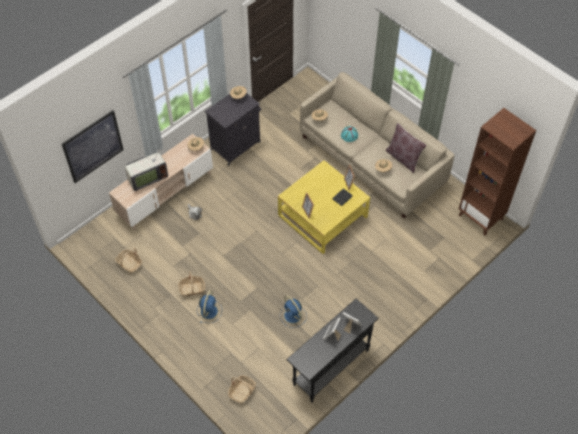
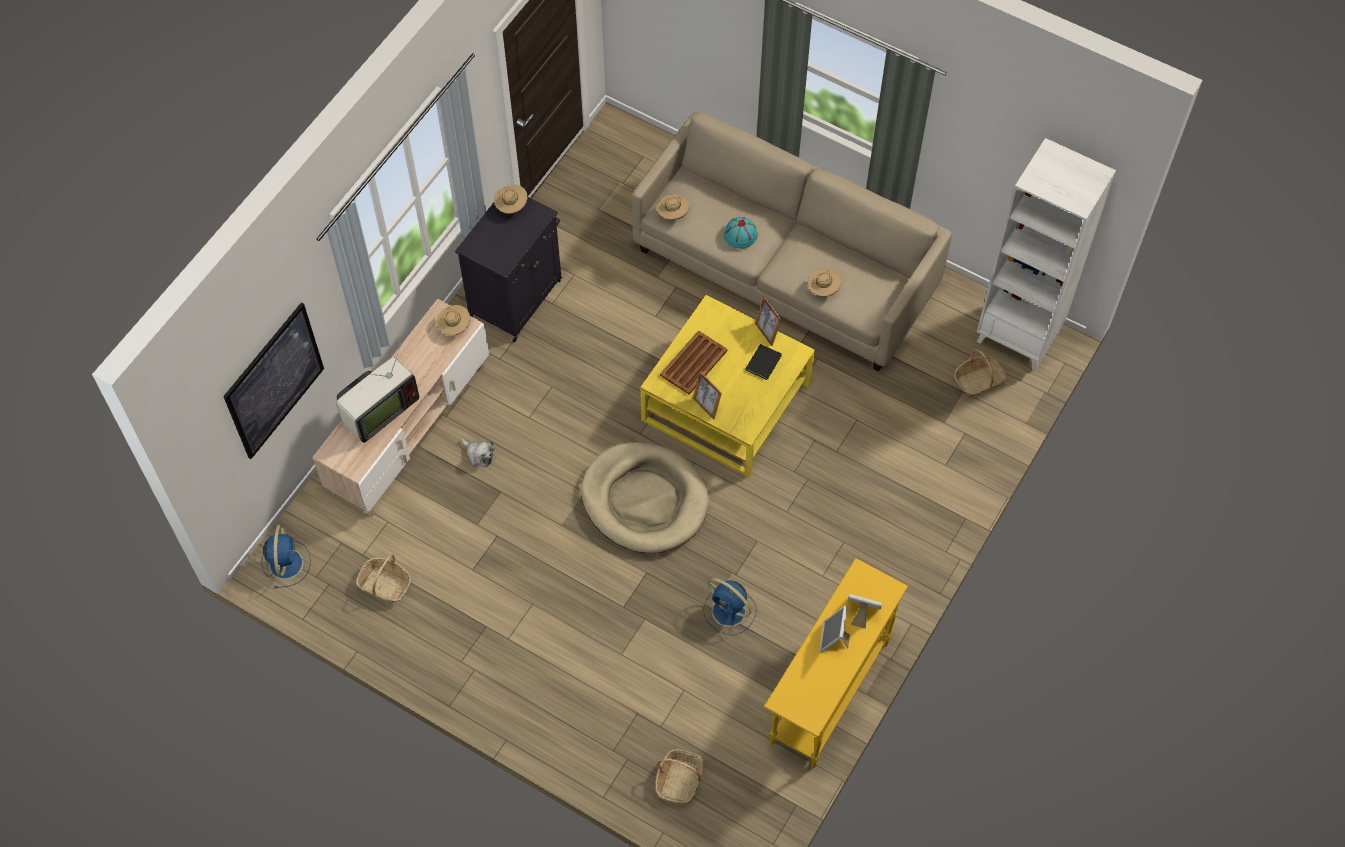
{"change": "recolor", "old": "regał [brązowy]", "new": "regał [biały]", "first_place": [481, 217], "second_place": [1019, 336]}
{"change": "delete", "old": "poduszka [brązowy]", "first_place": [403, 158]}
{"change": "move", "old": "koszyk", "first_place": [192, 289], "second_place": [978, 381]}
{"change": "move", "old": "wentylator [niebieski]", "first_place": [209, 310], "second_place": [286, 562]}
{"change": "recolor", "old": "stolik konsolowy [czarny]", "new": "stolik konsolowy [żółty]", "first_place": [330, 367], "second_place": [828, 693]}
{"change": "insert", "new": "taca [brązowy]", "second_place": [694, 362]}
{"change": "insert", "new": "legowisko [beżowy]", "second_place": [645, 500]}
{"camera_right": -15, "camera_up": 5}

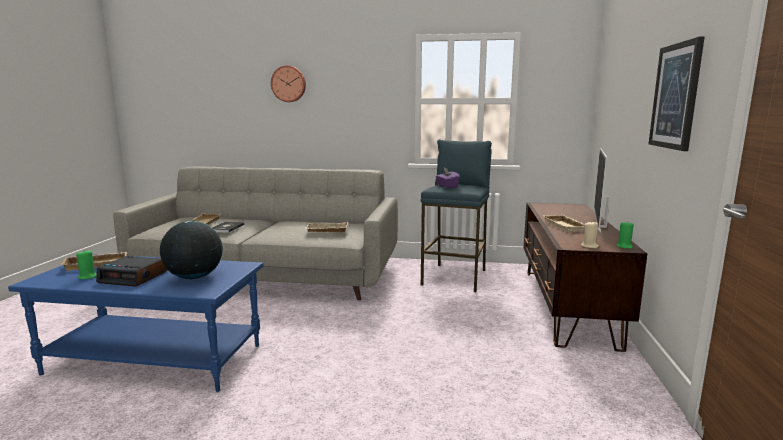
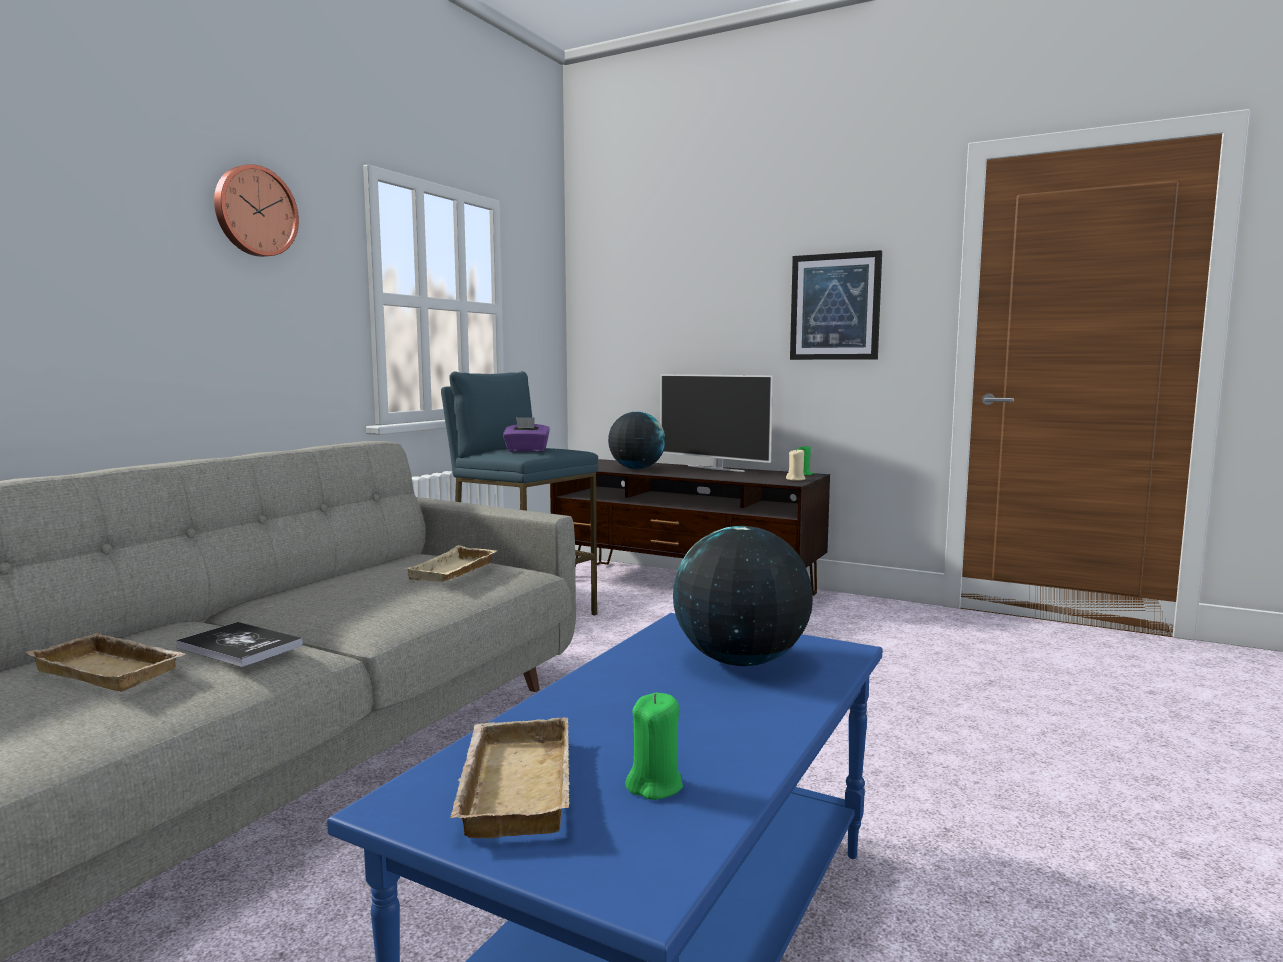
{"change": "move", "old": "zegar ścienny", "first_place": [289, 84], "second_place": [254, 211]}
{"change": "delete", "old": "taca [beżowy]", "first_place": [566, 226]}
{"change": "delete", "old": "budzik", "first_place": [134, 277]}
{"change": "insert", "new": "globus", "second_place": [636, 468]}
{"camera_right": -70, "camera_up": -5}

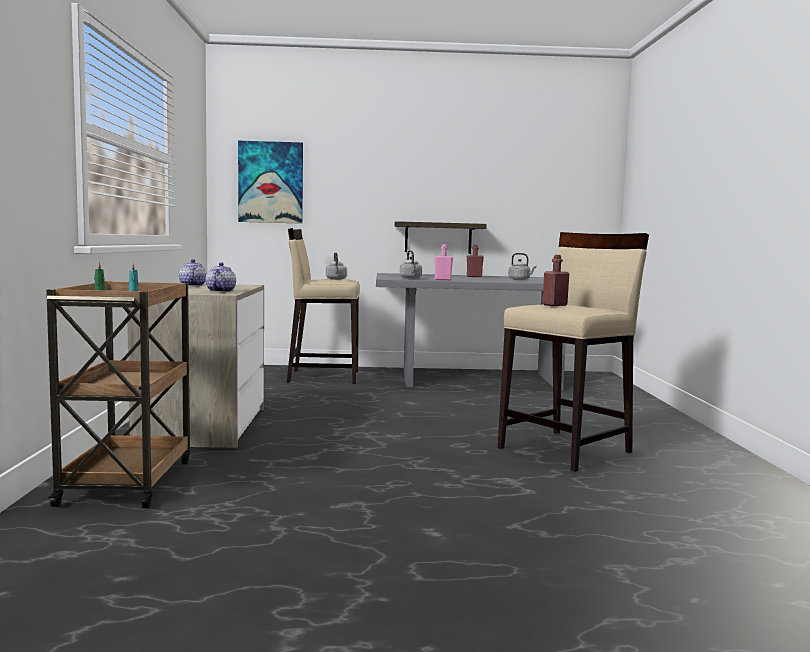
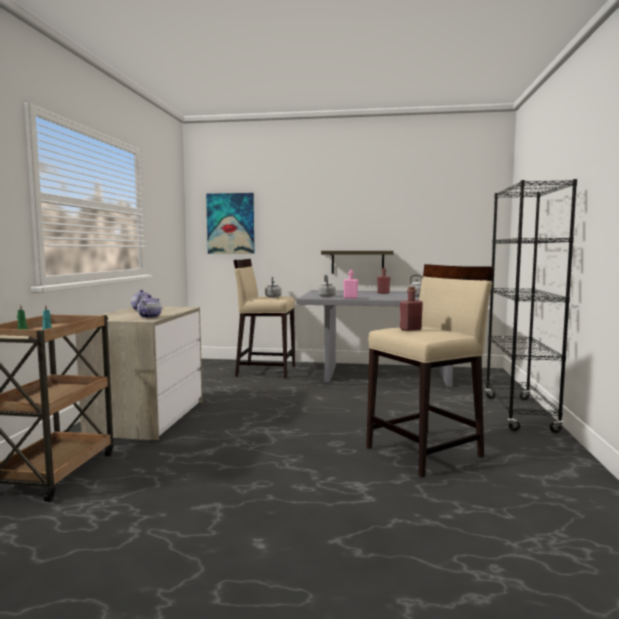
{"change": "insert", "new": "regał [czarny]", "second_place": [519, 414]}
{"camera_right": 10, "camera_up": 0}

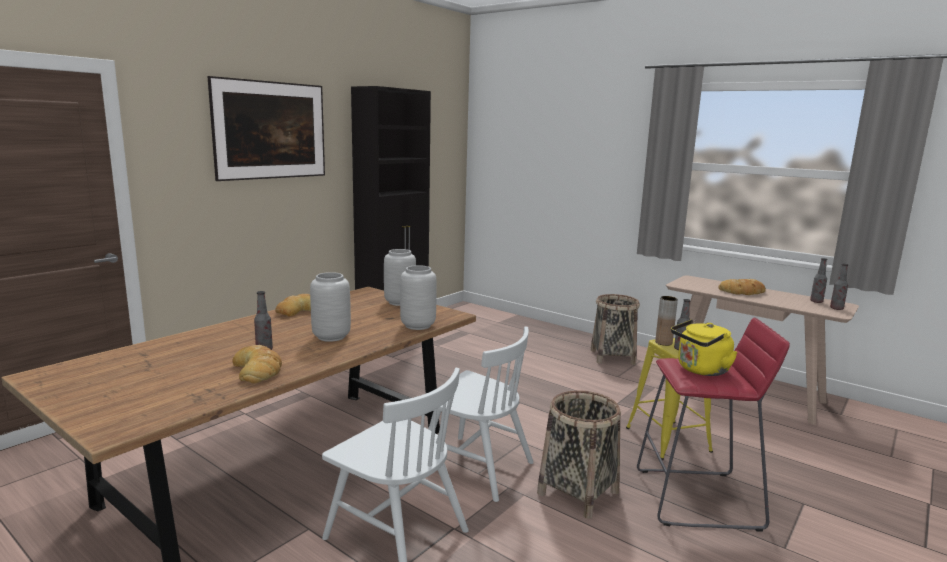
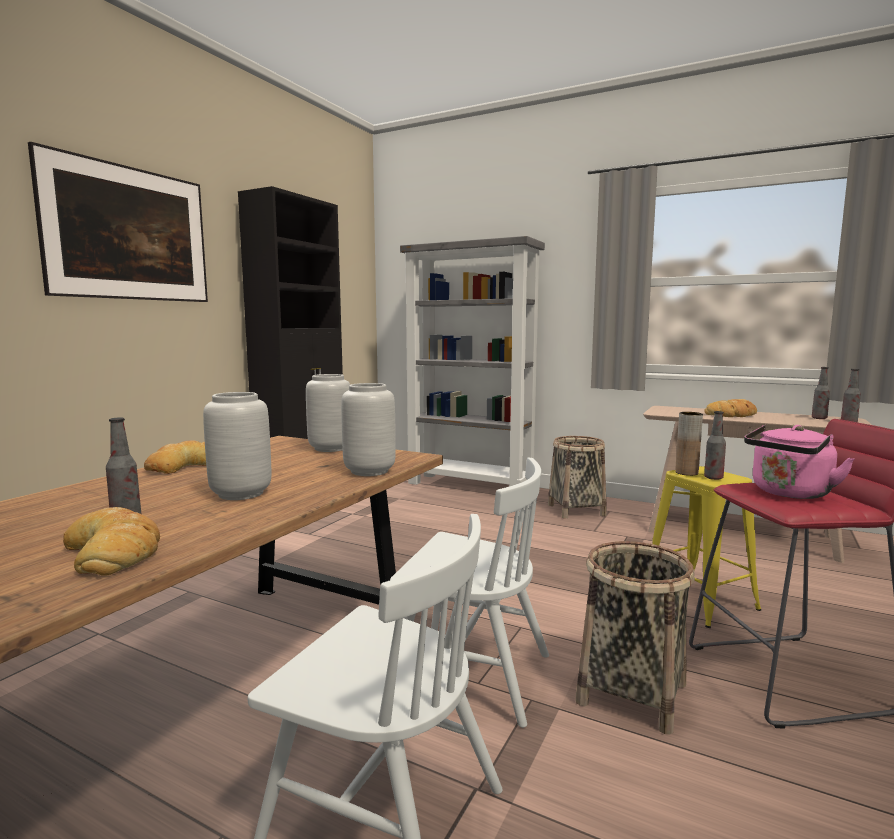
{"change": "recolor", "old": "czajnik [żółty]", "new": "czajnik [różowy]", "first_place": [700, 370], "second_place": [789, 493]}
{"change": "insert", "new": "regał [szary]", "second_place": [471, 486]}
{"camera_right": -10, "camera_up": -5}

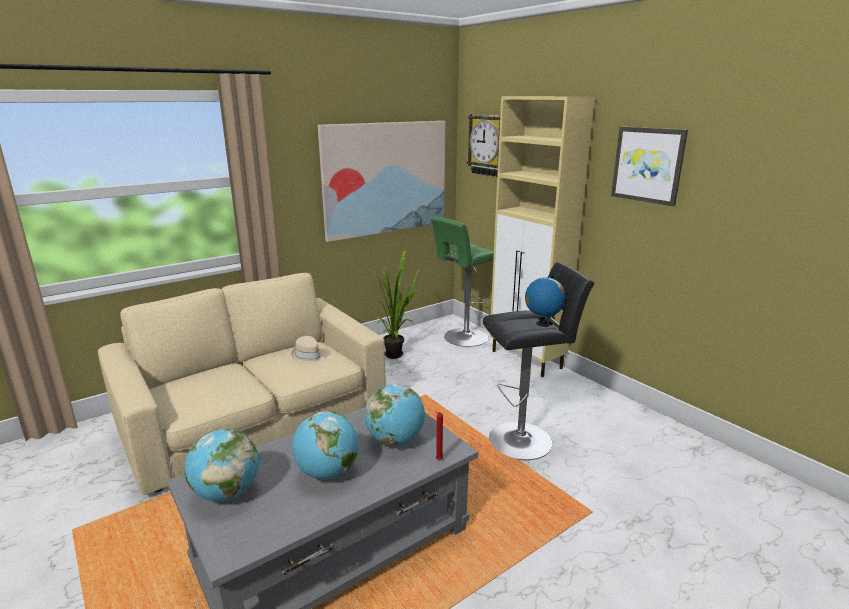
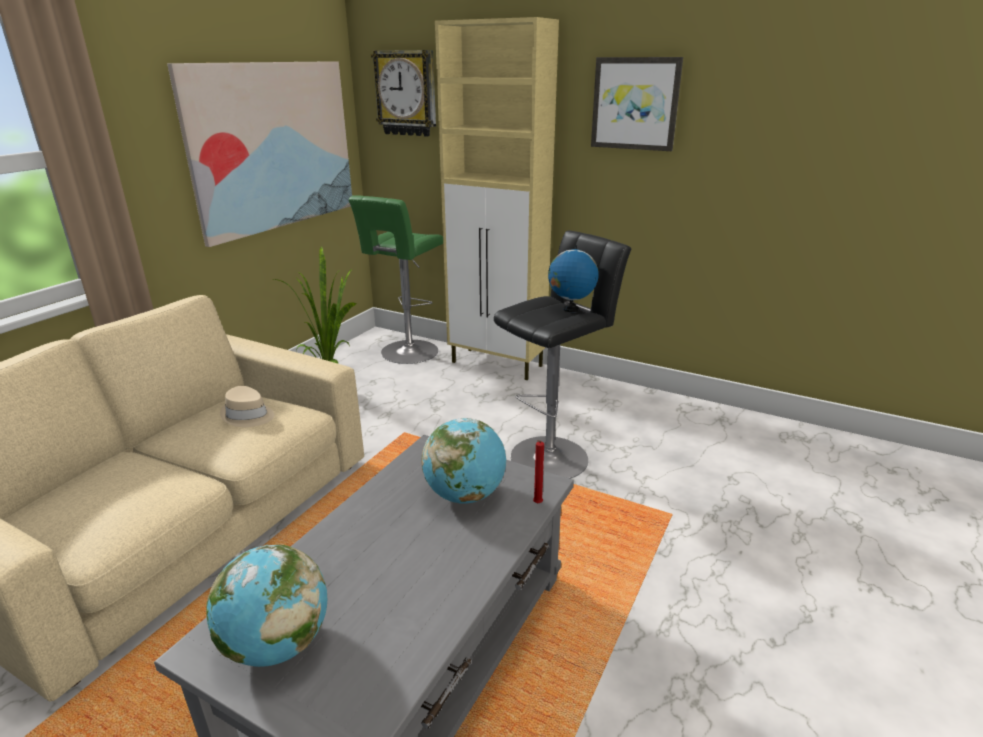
{"change": "delete", "old": "globus", "first_place": [327, 472]}
{"camera_right": -25, "camera_up": 5}

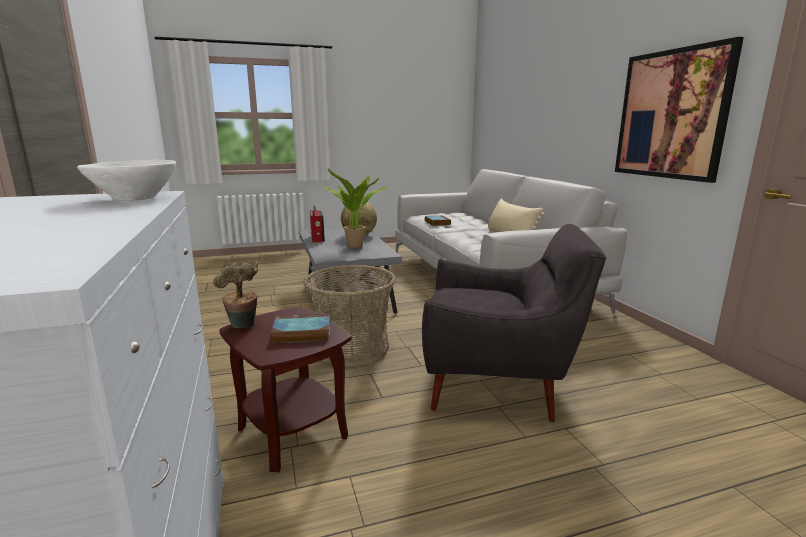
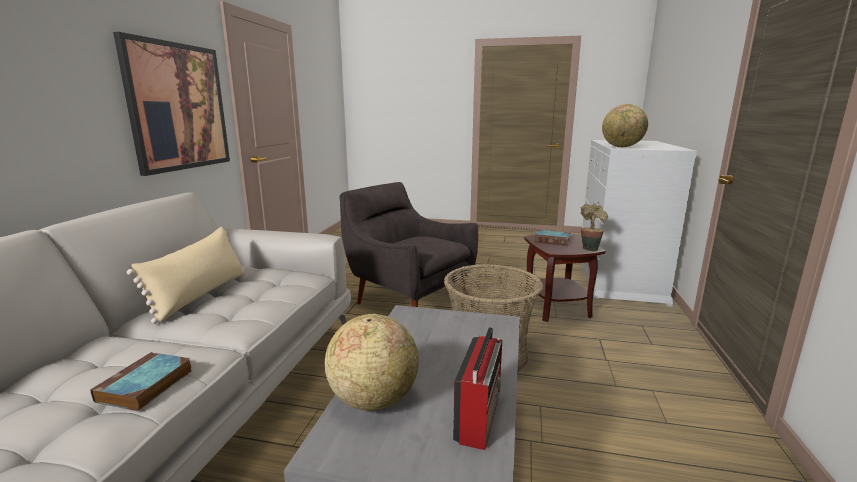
{"change": "replace", "old": "miska [biały]", "new": "globus", "first_place": [133, 198], "second_place": [622, 147]}
{"change": "delete", "old": "roślina doniczkowa", "first_place": [356, 247]}
{"camera_right": -150, "camera_up": 0}

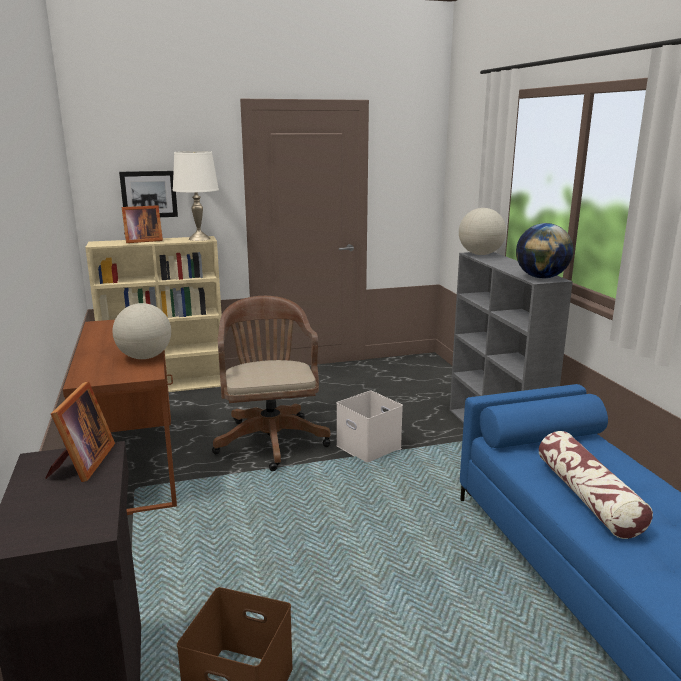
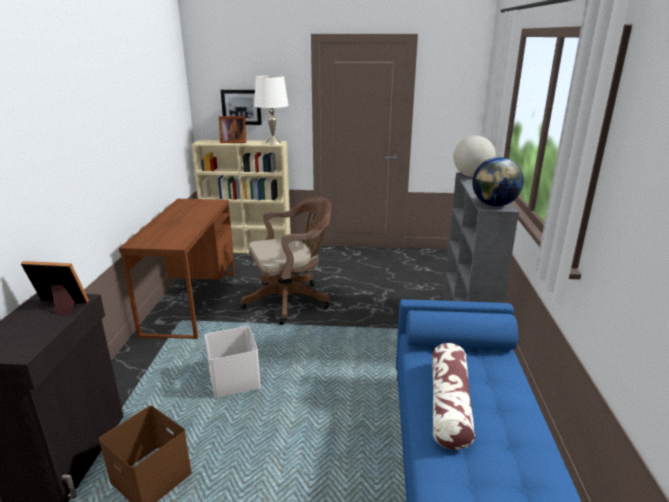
{"change": "rotate", "old": "krzesło biurowe [brązowy]", "first_place": [270, 438], "second_place": [291, 300], "degrees": 60}
{"change": "delete", "old": "globus", "first_place": [144, 357]}
{"change": "rotate", "old": "ramka na zdjęcie", "first_place": [82, 464], "second_place": [61, 306], "degrees": -105}
{"change": "move", "old": "pojemnik do przechowywania [biały]", "first_place": [370, 447], "second_place": [235, 380]}
{"camera_right": 20, "camera_up": 5}

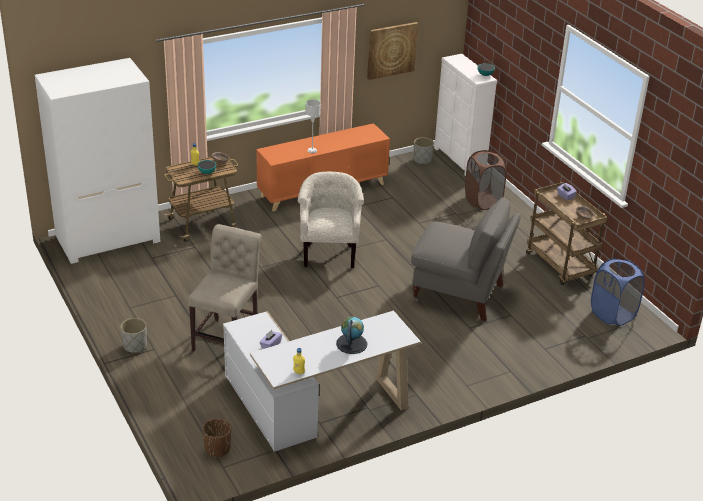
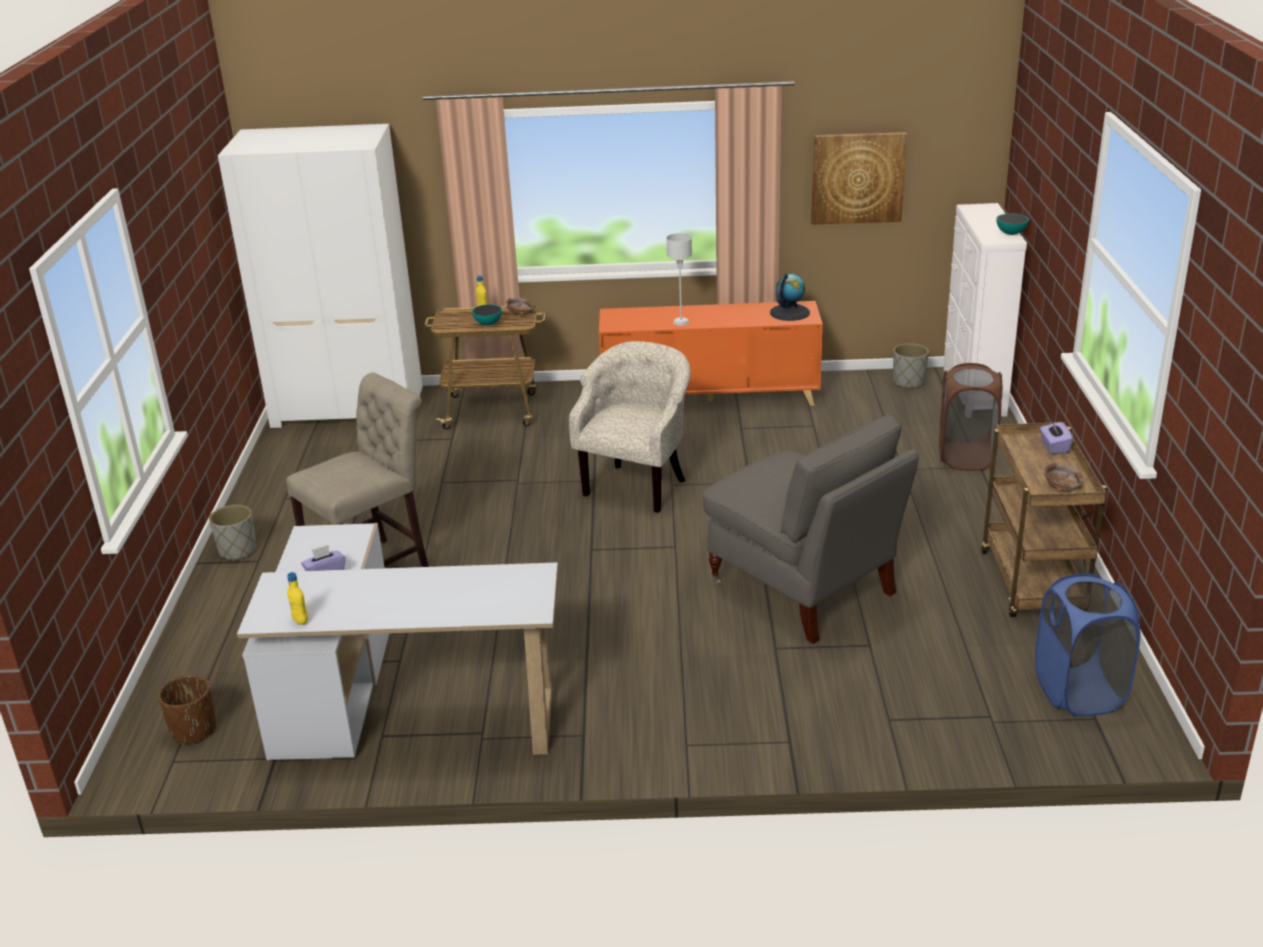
{"change": "move", "old": "globus", "first_place": [351, 343], "second_place": [789, 312]}
{"camera_right": 30, "camera_up": -5}

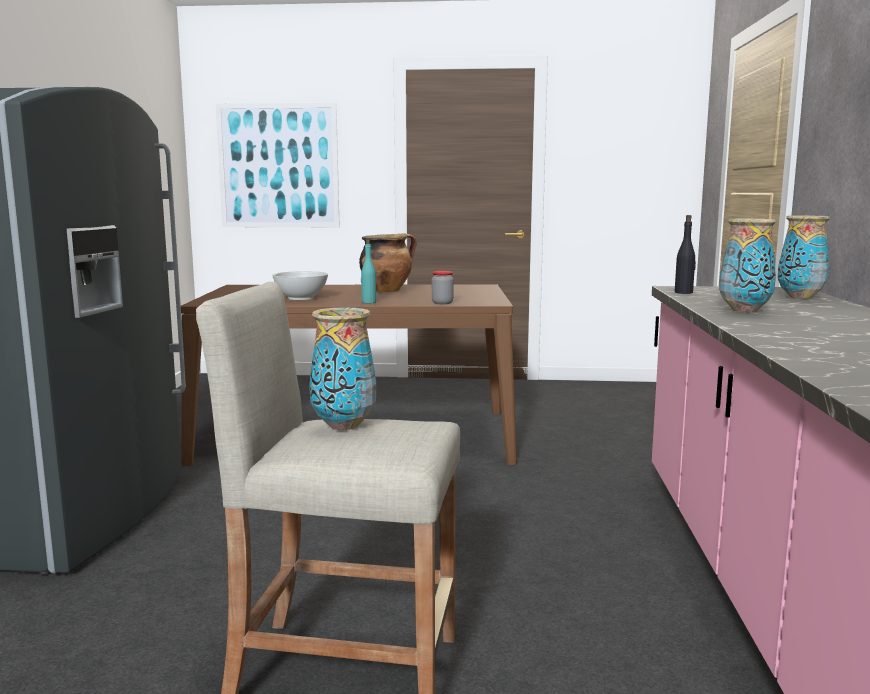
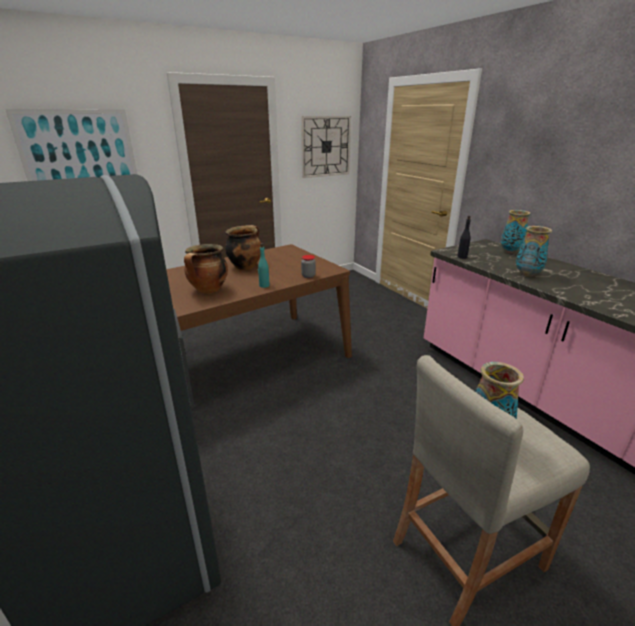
{"change": "replace", "old": "miska [biały]", "new": "garnek", "first_place": [301, 298], "second_place": [208, 290]}
{"change": "insert", "new": "zegar ścienny", "second_place": [325, 146]}
{"camera_right": -35, "camera_up": 15}

